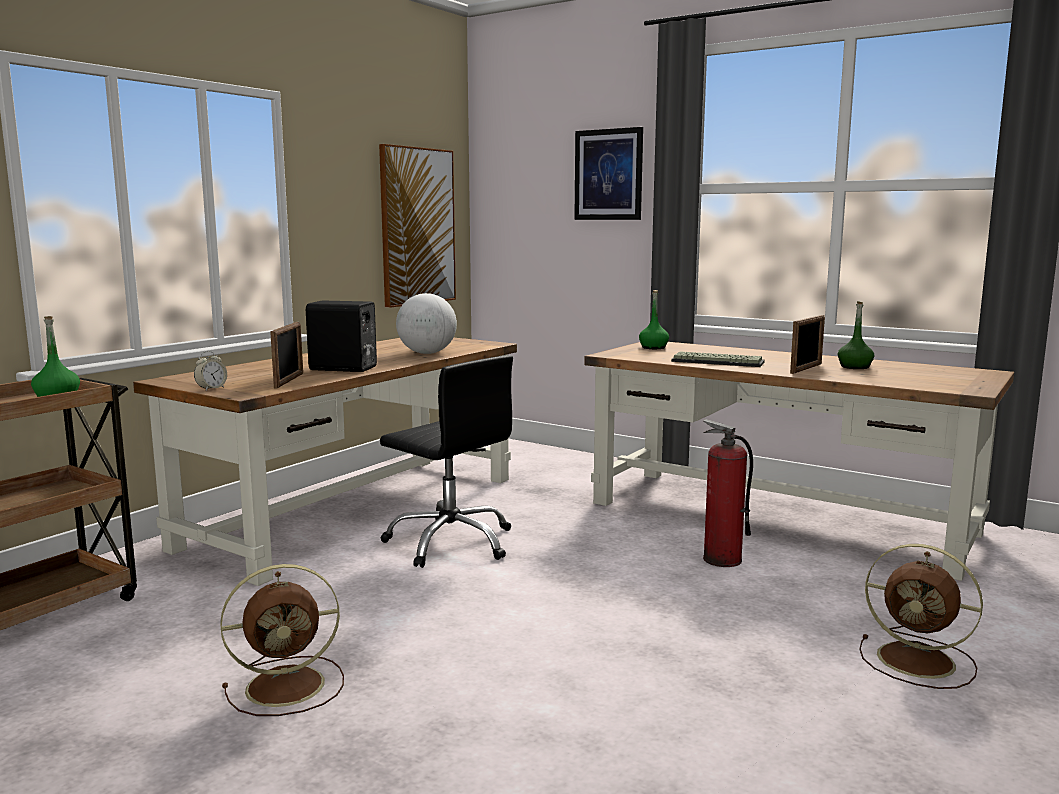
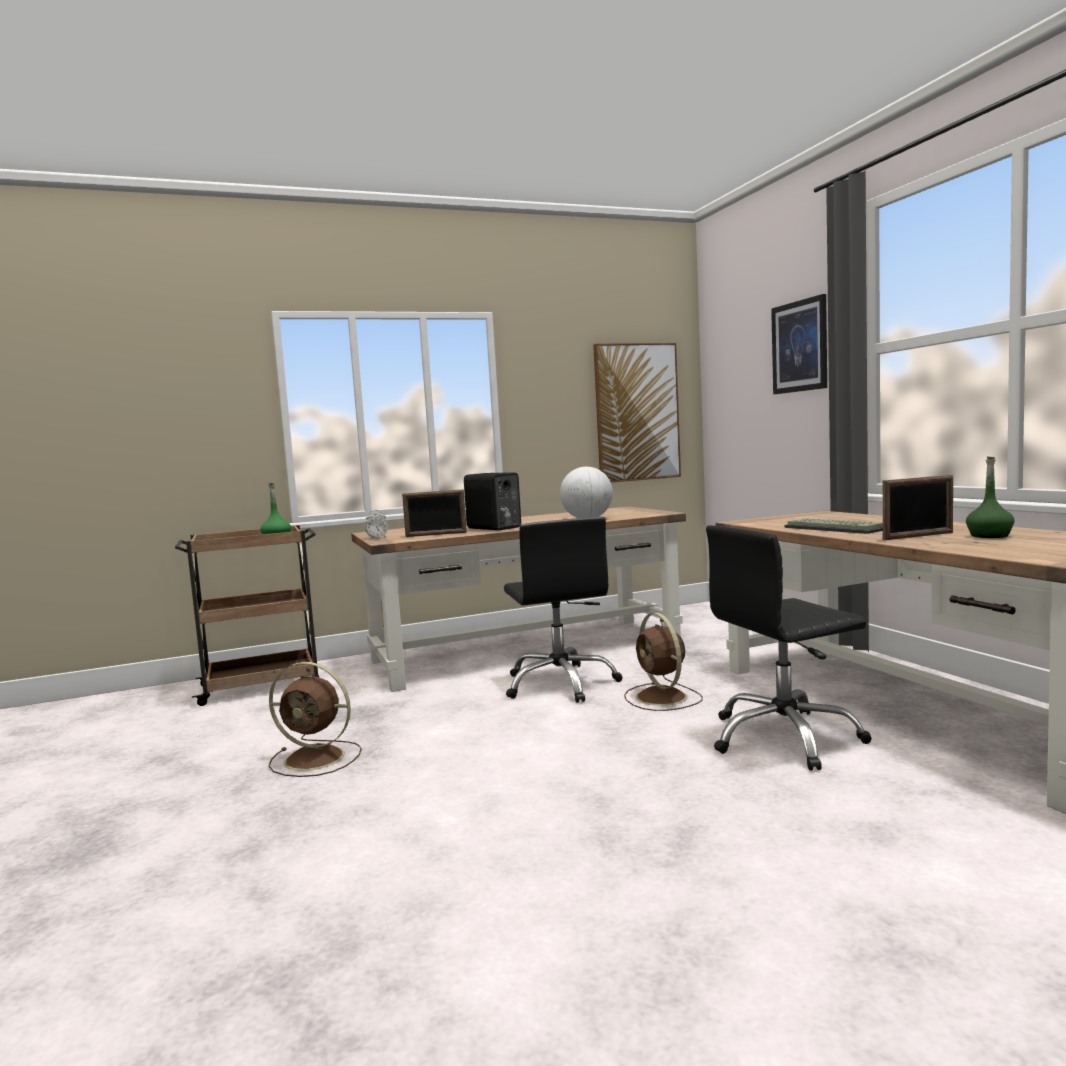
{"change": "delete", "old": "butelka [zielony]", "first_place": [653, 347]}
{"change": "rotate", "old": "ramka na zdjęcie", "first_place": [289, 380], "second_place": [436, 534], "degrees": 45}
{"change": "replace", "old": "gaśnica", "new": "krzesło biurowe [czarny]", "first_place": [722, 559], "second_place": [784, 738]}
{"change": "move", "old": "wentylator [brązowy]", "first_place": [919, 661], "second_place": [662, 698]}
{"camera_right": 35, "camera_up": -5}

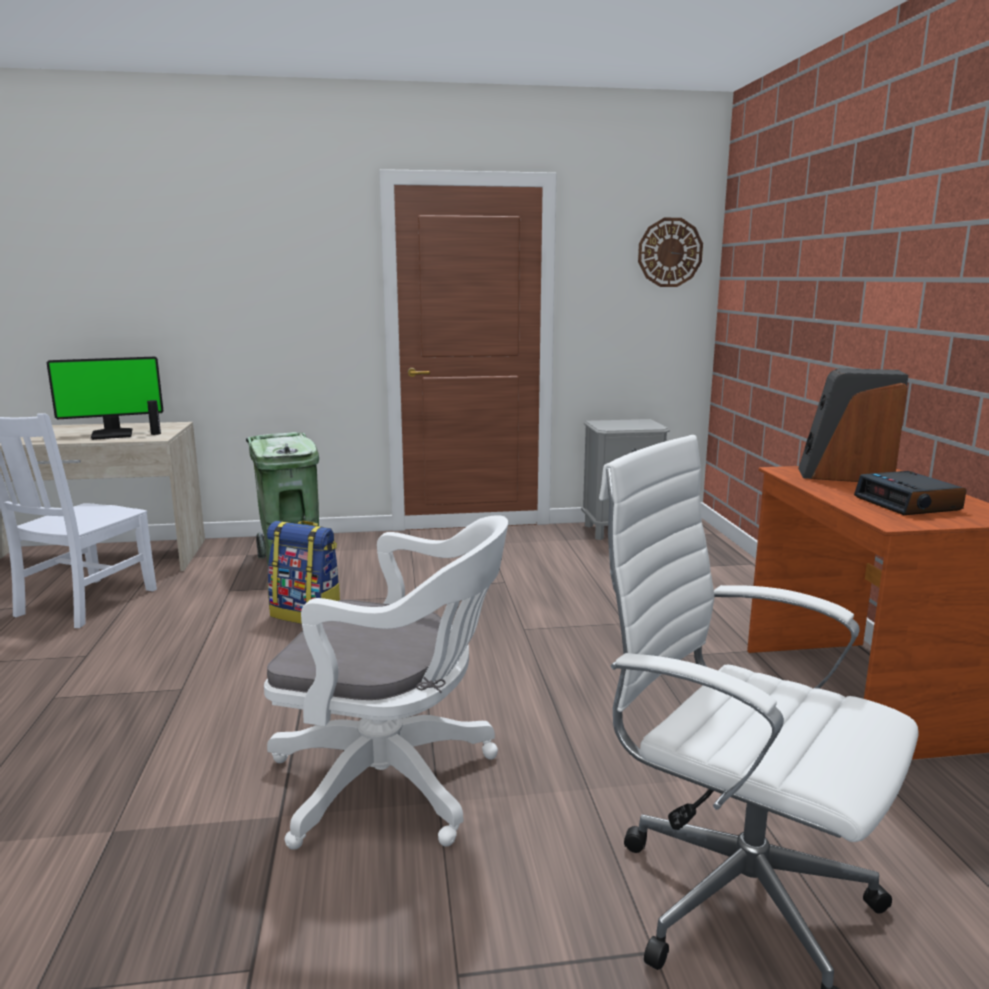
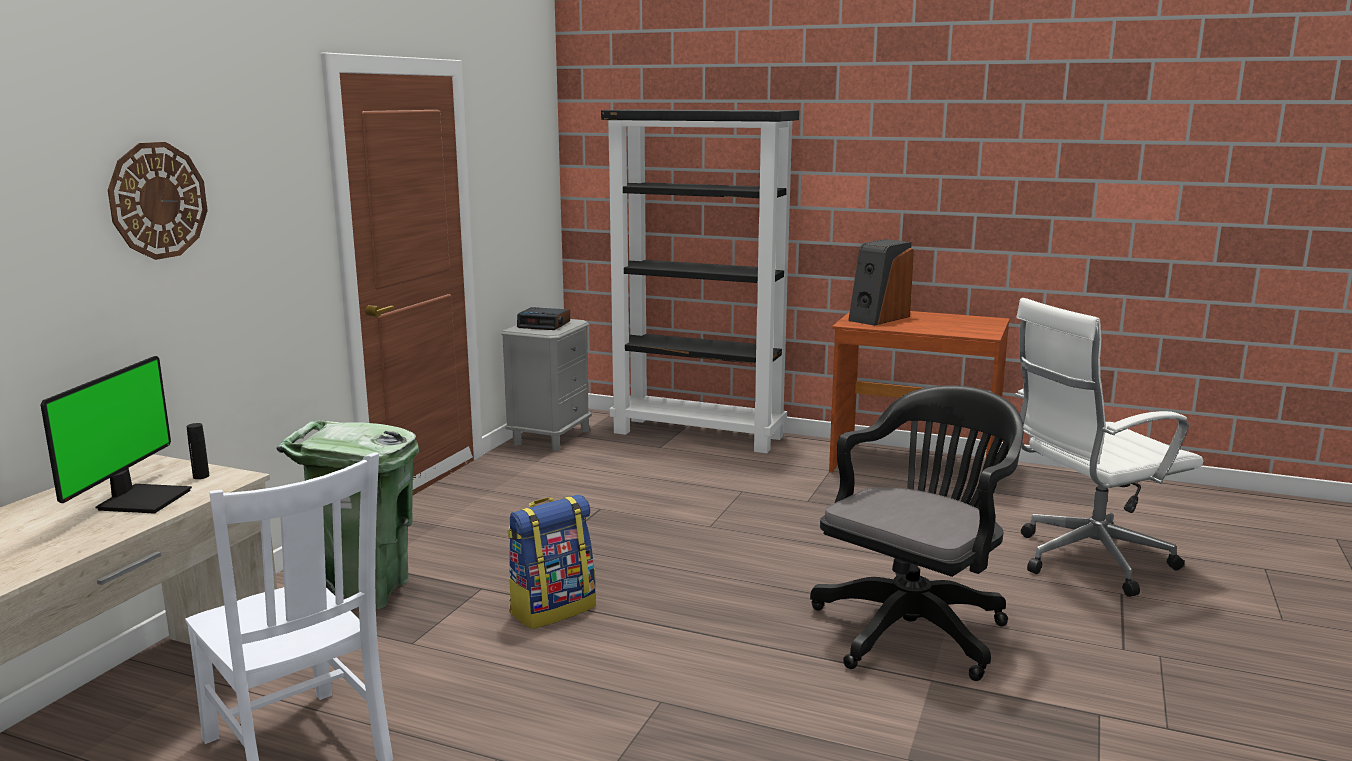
{"change": "move", "old": "zegar ścienny", "first_place": [670, 252], "second_place": [158, 200]}
{"change": "move", "old": "budzik", "first_place": [908, 503], "second_place": [544, 325]}
{"change": "recolor", "old": "krzesło biurowe [biały]", "new": "krzesło biurowe [czarny]", "first_place": [395, 782], "second_place": [914, 627]}
{"change": "insert", "new": "regał [czarny]", "second_place": [699, 434]}
{"camera_right": -60, "camera_up": 0}

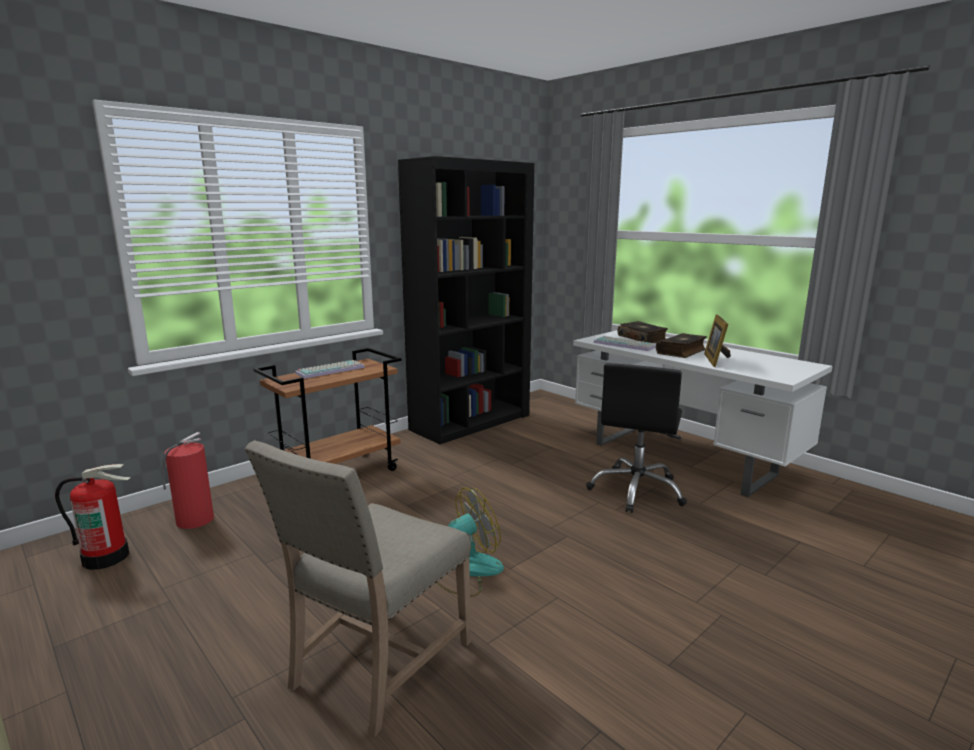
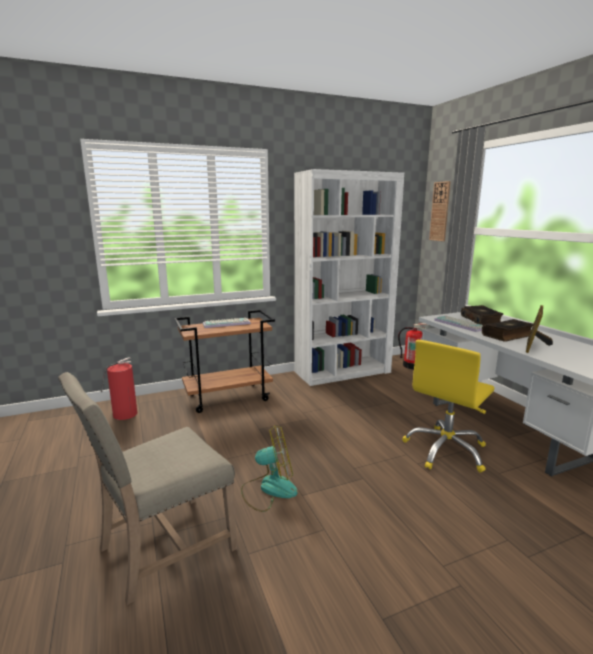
{"change": "recolor", "old": "regał [czarny]", "new": "regał [biały]", "first_place": [471, 422], "second_place": [343, 372]}
{"change": "recolor", "old": "krzesło biurowe [czarny]", "new": "krzesło biurowe [żółty]", "first_place": [637, 490], "second_place": [446, 450]}
{"change": "move", "old": "gaśnica", "first_place": [106, 557], "second_place": [412, 365]}
{"change": "insert", "new": "zegar ścienny", "second_place": [440, 211]}
{"camera_right": 20, "camera_up": 0}

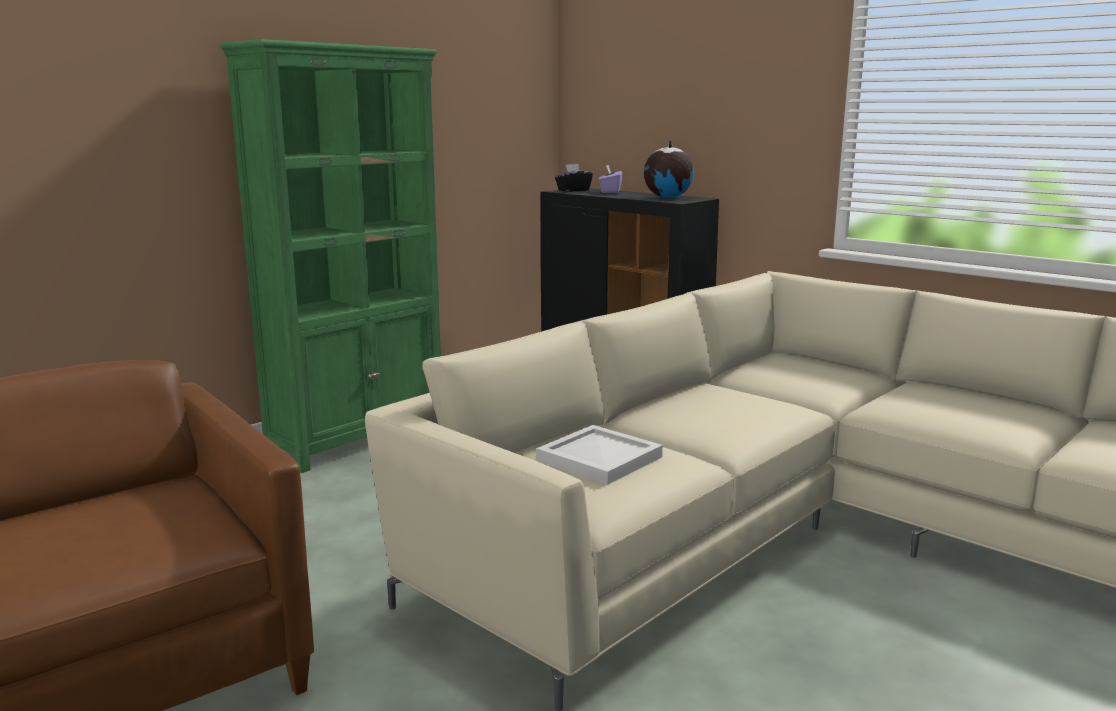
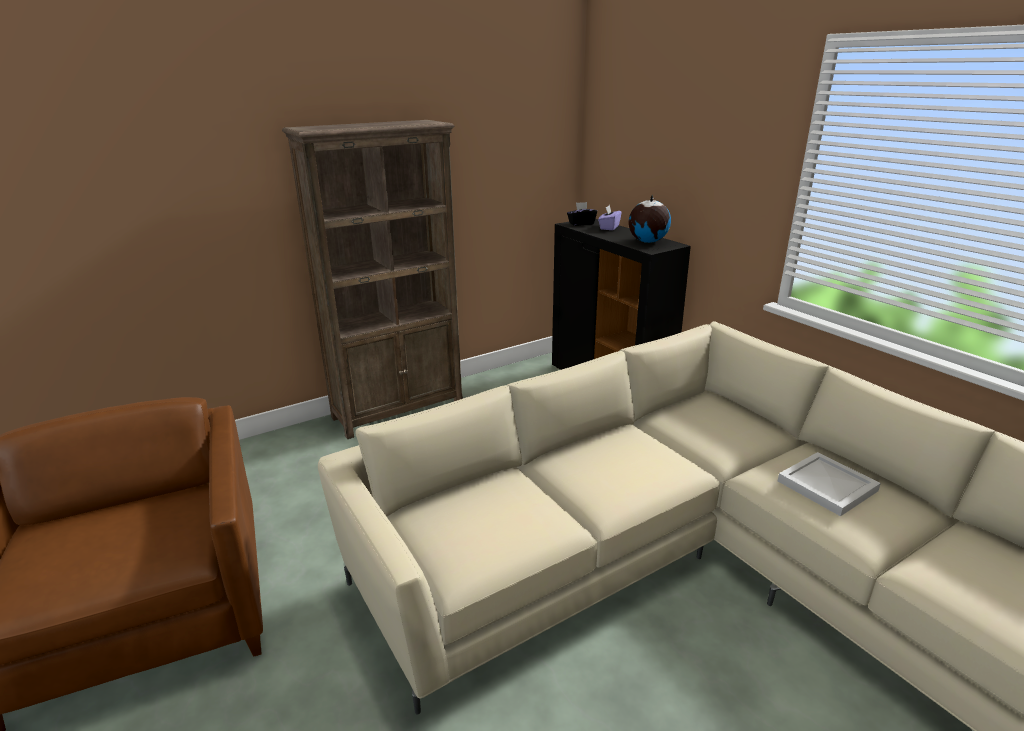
{"change": "recolor", "old": "regał [zielony]", "new": "regał [brązowy]", "first_place": [359, 439], "second_place": [399, 410]}
{"change": "move", "old": "taca [biały]", "first_place": [597, 458], "second_place": [825, 486]}
{"camera_right": 15, "camera_up": 10}

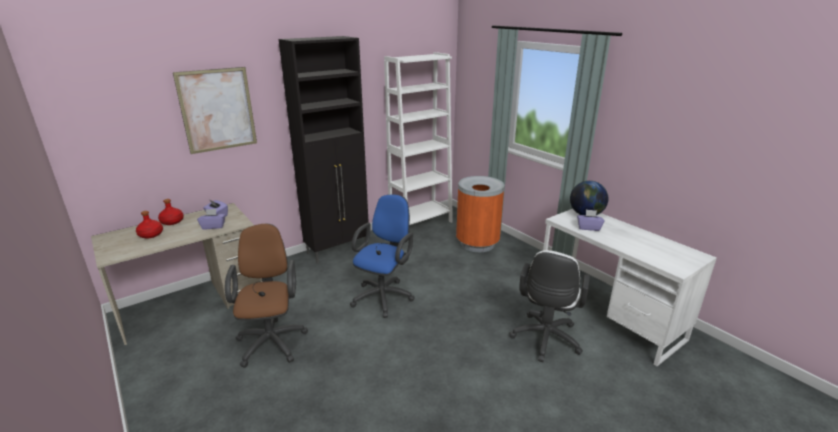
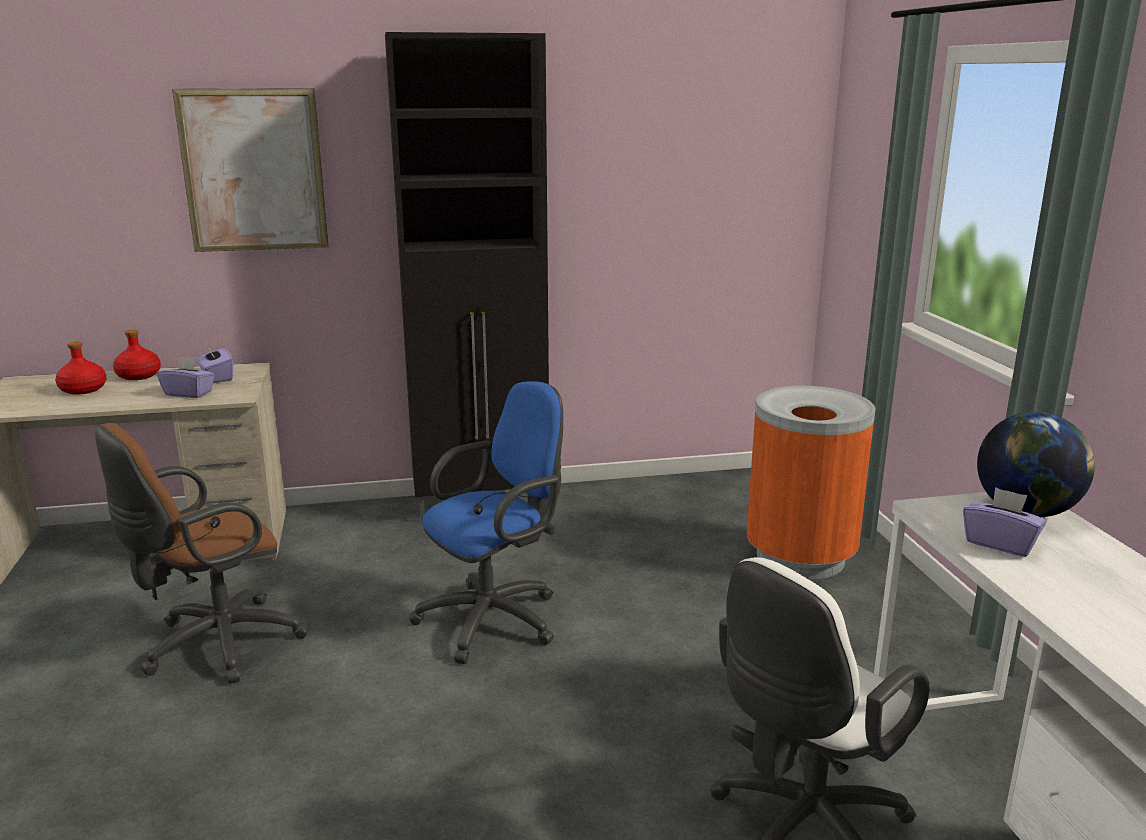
{"change": "delete", "old": "regał [biały]", "first_place": [421, 223]}
{"change": "rotate", "old": "krzesło biurowe [brązowy]", "first_place": [272, 340], "second_place": [215, 646], "degrees": -150}
{"camera_right": 25, "camera_up": -5}

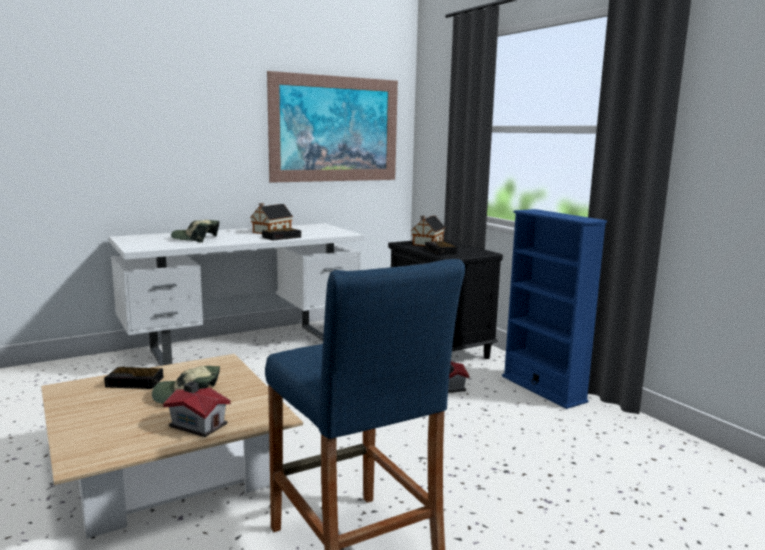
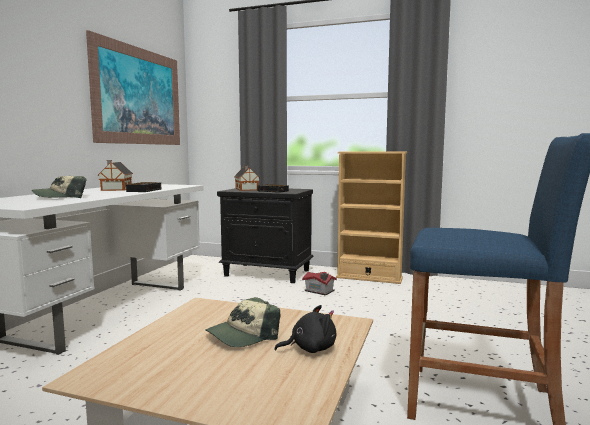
{"change": "recolor", "old": "regał [niebieski]", "new": "regał [beżowy]", "first_place": [543, 389], "second_place": [369, 278]}
{"change": "delete", "old": "budzik", "first_place": [136, 382]}
{"change": "replace", "old": "domek", "new": "pluszak [czarny]", "first_place": [198, 424], "second_place": [310, 348]}
{"camera_right": -40, "camera_up": -5}

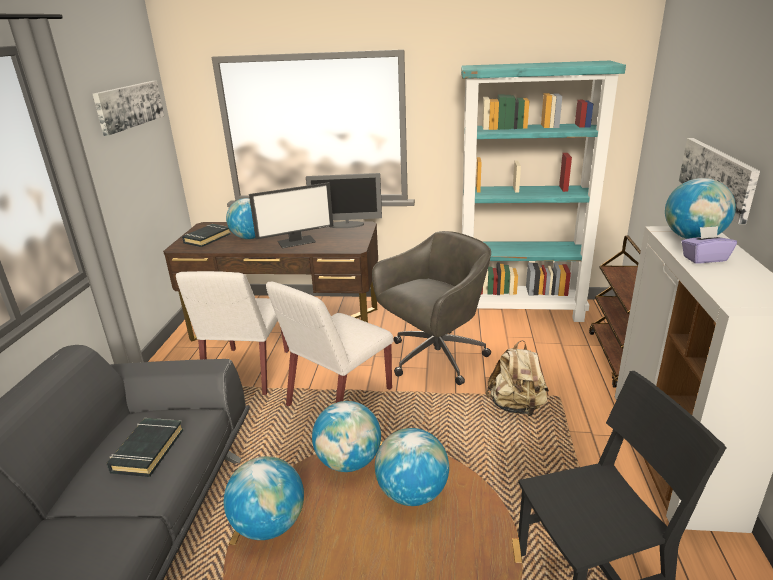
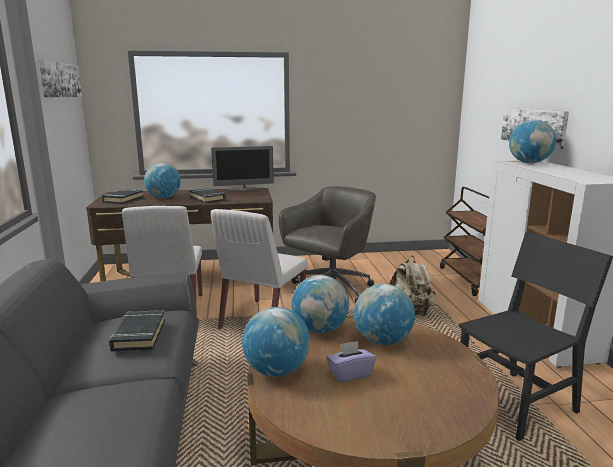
{"change": "delete", "old": "regał [turkusowy]", "first_place": [520, 311]}
{"change": "replace", "old": "monitor", "new": "książka [czarny]", "first_place": [296, 241], "second_place": [208, 198]}
{"change": "move", "old": "pudełko chusteczek [fioletowy]", "first_place": [704, 258], "second_place": [350, 374]}
{"camera_right": -15, "camera_up": -10}

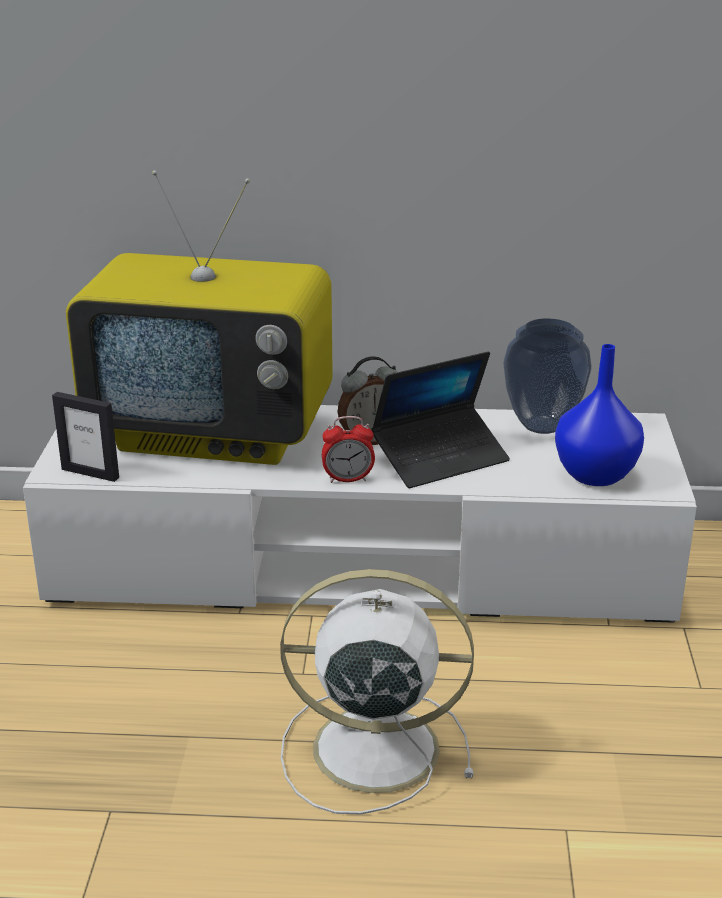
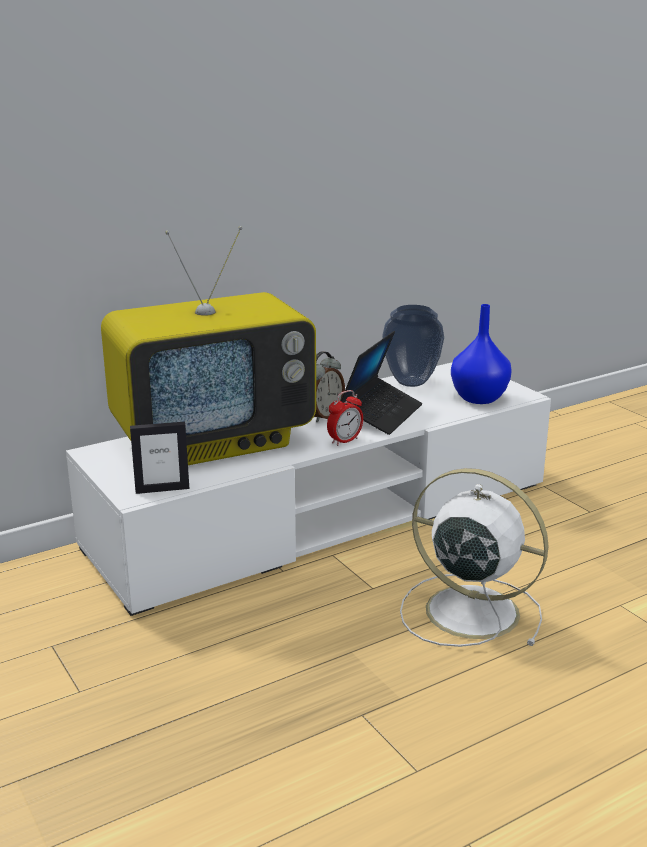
{"change": "rotate", "old": "wentylator [biały]", "first_place": [369, 748], "second_place": [468, 610], "degrees": 60}
{"camera_right": -35, "camera_up": -5}

